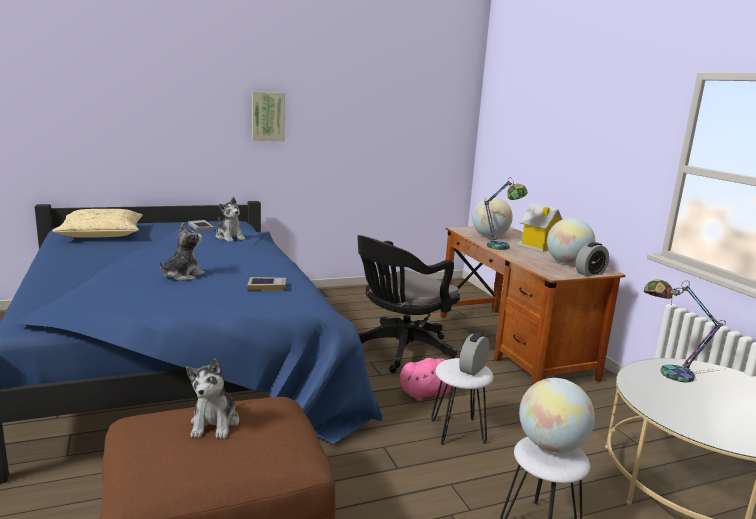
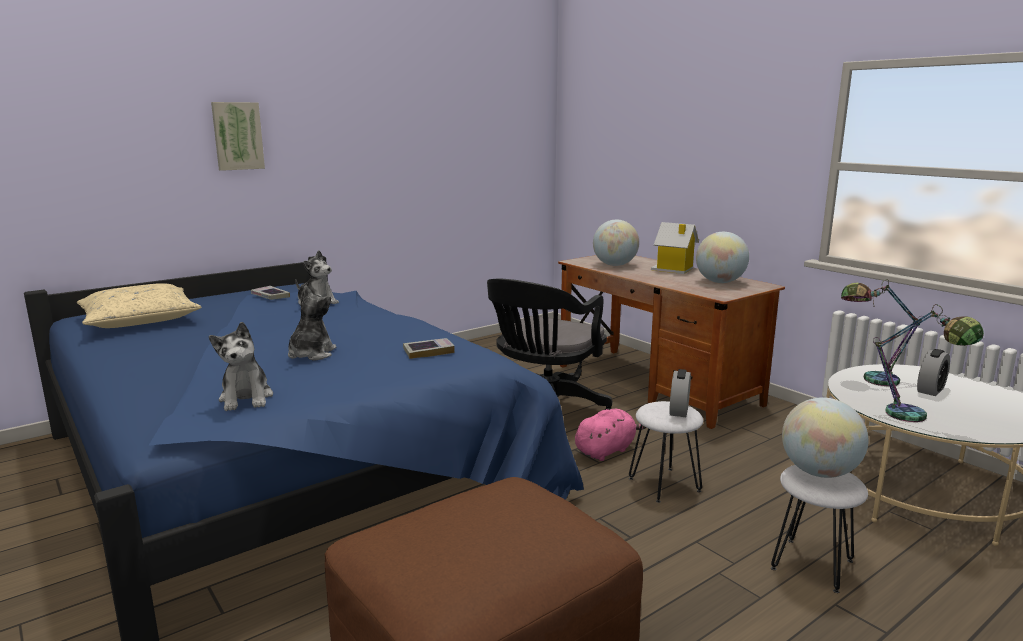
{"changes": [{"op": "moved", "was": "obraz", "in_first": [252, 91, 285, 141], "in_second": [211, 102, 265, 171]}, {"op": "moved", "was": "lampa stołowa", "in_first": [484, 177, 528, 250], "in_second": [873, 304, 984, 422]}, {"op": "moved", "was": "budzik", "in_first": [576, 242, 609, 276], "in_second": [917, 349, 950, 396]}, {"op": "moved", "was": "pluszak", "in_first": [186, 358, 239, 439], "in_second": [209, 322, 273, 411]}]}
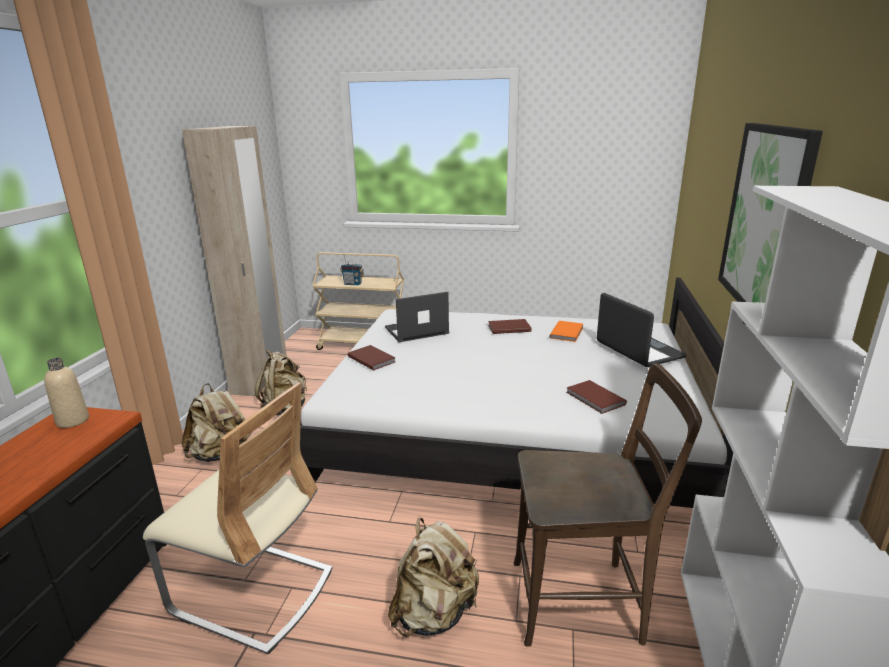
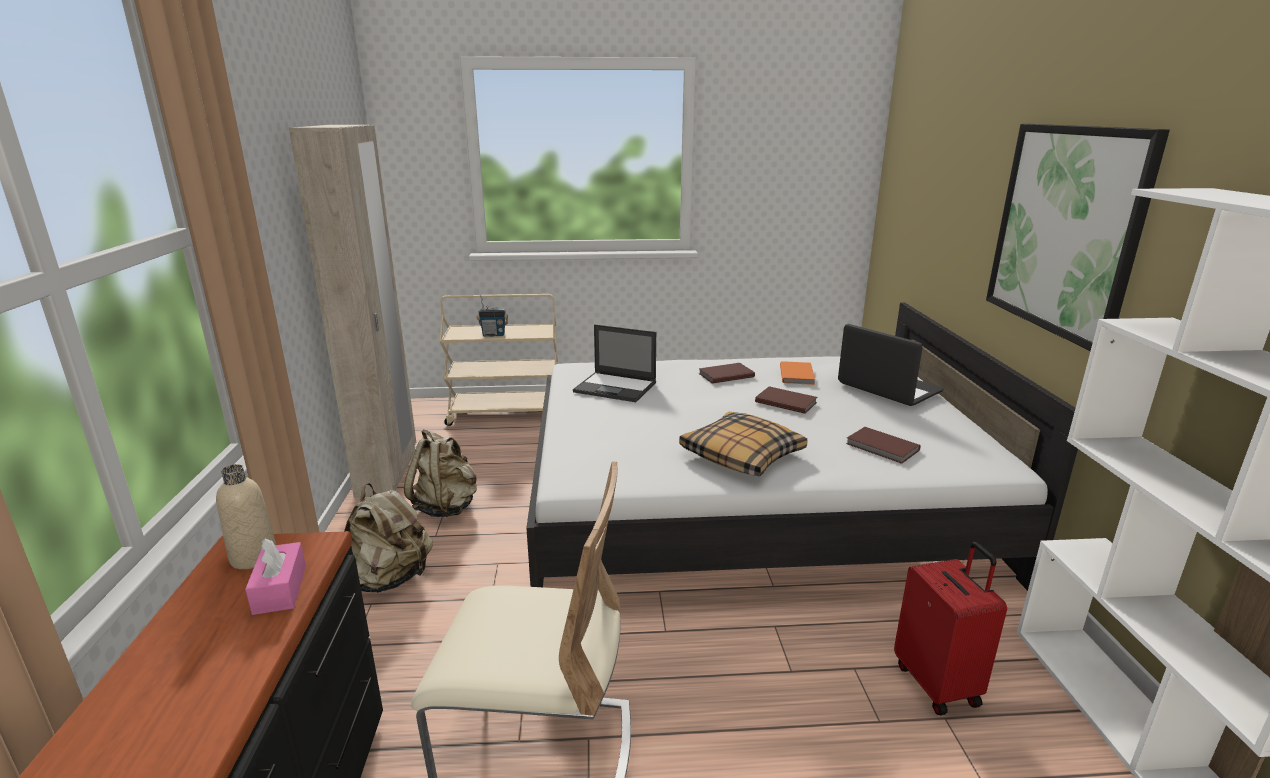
{"changes": [{"op": "turned", "was": "laptop", "in_first": [385, 292, 449, 342], "in_second": [573, 324, 656, 402], "clockwise": -120}, {"op": "moved", "was": "książka [brązowy]", "in_first": [348, 345, 396, 370], "in_second": [755, 386, 817, 414]}, {"op": "replaced", "was": "krzesło [brązowy]", "now": "walizka [czerwony]", "in_first": [514, 363, 702, 647], "in_second": [894, 542, 1007, 715]}, {"op": "removed", "was": "plecak [beżowy]", "in_first": [388, 518, 479, 637]}, {"op": "added", "now": "poduszka", "in_second": [679, 412, 807, 476]}, {"op": "added", "now": "pudełko chusteczek [różowy]", "in_second": [245, 539, 306, 615]}]}
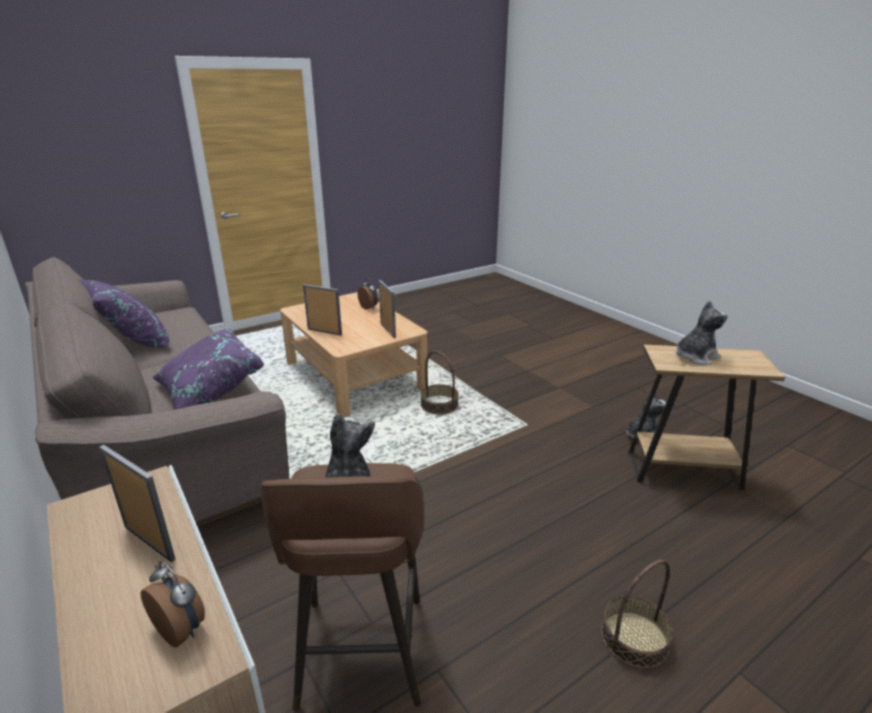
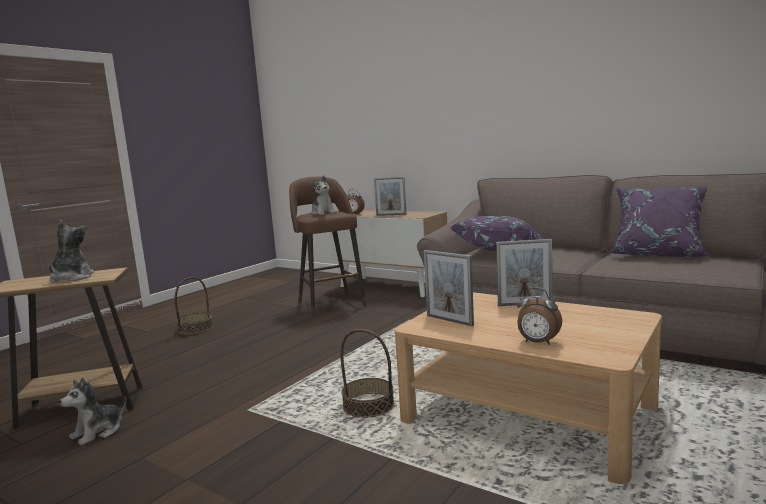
{"changes": [{"op": "turned", "was": "pluszak", "in_first": [676, 300, 728, 365], "in_second": [49, 220, 94, 283], "clockwise": 135}]}
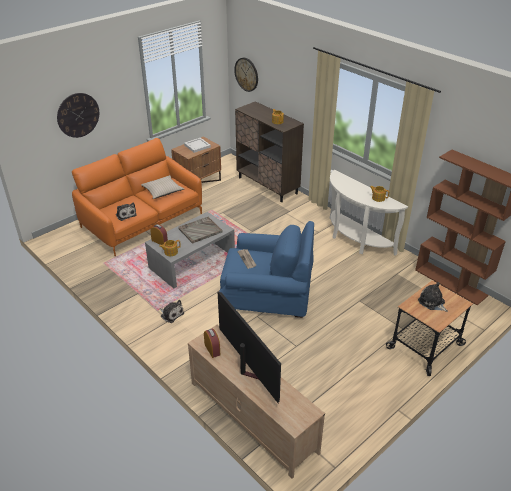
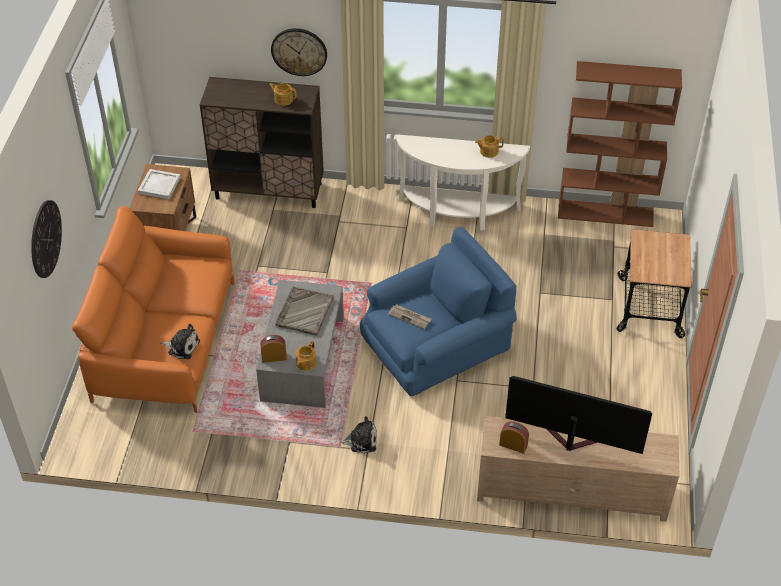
{"changes": [{"op": "moved", "was": "zegar ścienny", "in_first": [234, 58, 258, 92], "in_second": [271, 28, 327, 76]}, {"op": "removed", "was": "poduszka [beżowy]", "in_first": [141, 175, 184, 199]}, {"op": "removed", "was": "pluszak", "in_first": [418, 282, 448, 312]}]}
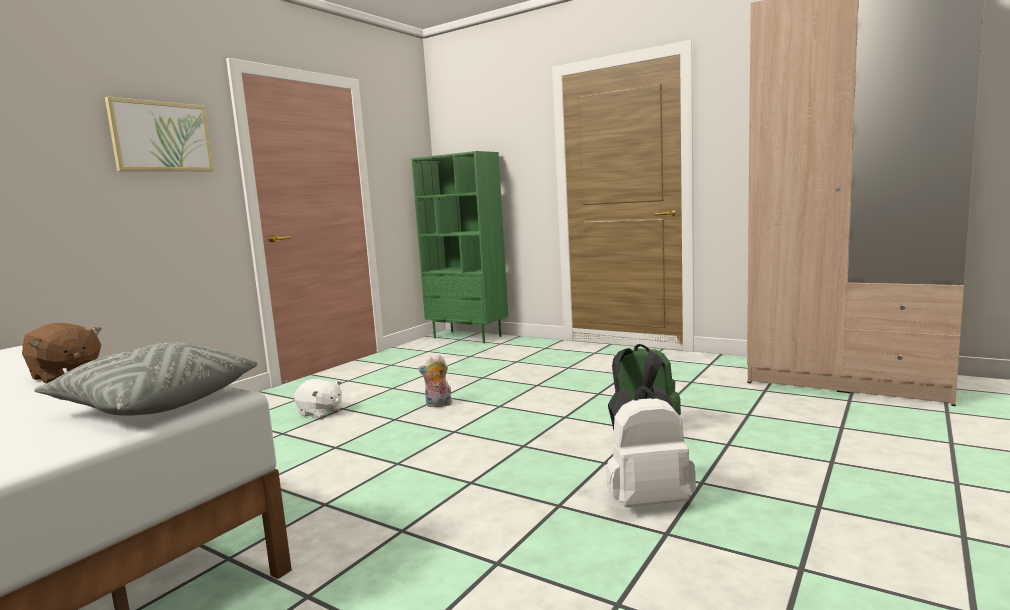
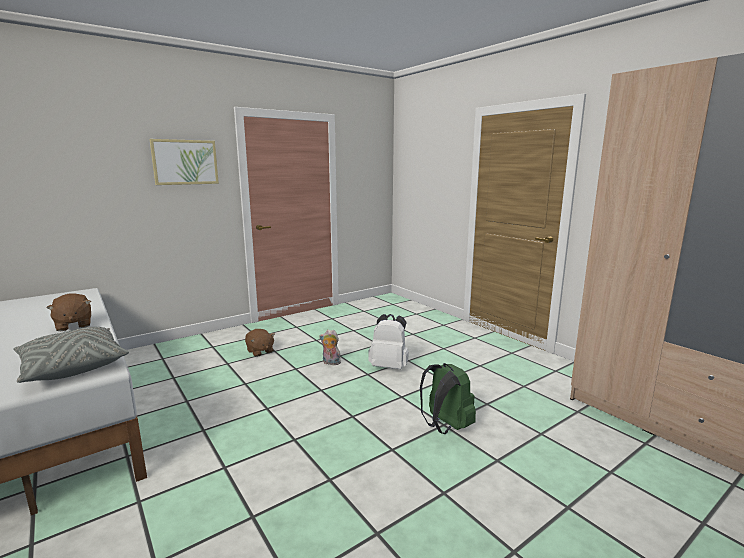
{"changes": [{"op": "removed", "was": "regał [zielony]", "in_first": [411, 151, 508, 343]}, {"op": "recoloured", "was": "pluszak [biały]", "now": "pluszak [brązowy]", "in_first": [294, 379, 342, 419], "in_second": [245, 329, 275, 357]}, {"op": "moved", "was": "plecak [biały]", "in_first": [606, 386, 696, 507], "in_second": [368, 314, 409, 369]}]}
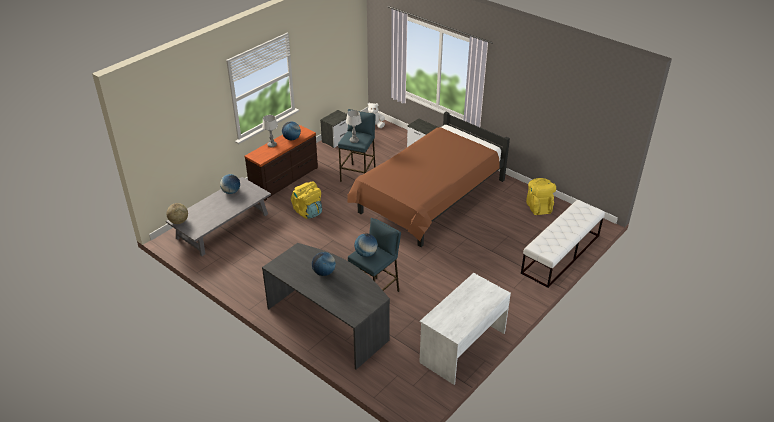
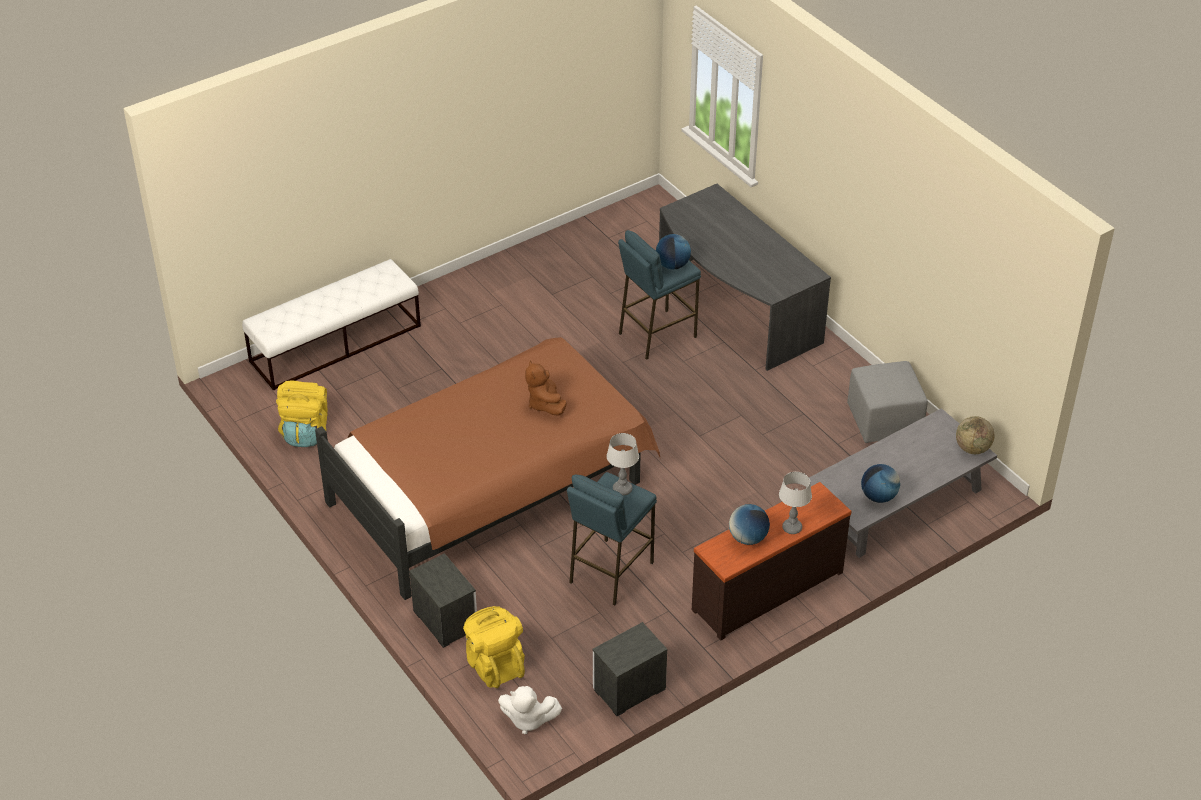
{"changes": [{"op": "moved", "was": "plecak [żółty]", "in_first": [291, 182, 322, 219], "in_second": [463, 606, 525, 688]}, {"op": "removed", "was": "globus", "in_first": [312, 252, 336, 276]}, {"op": "removed", "was": "biurko [biały]", "in_first": [419, 273, 511, 385]}, {"op": "added", "now": "pluszak [brązowy]", "in_second": [525, 360, 567, 416]}, {"op": "added", "now": "pufa [szary]", "in_second": [847, 361, 928, 443]}]}
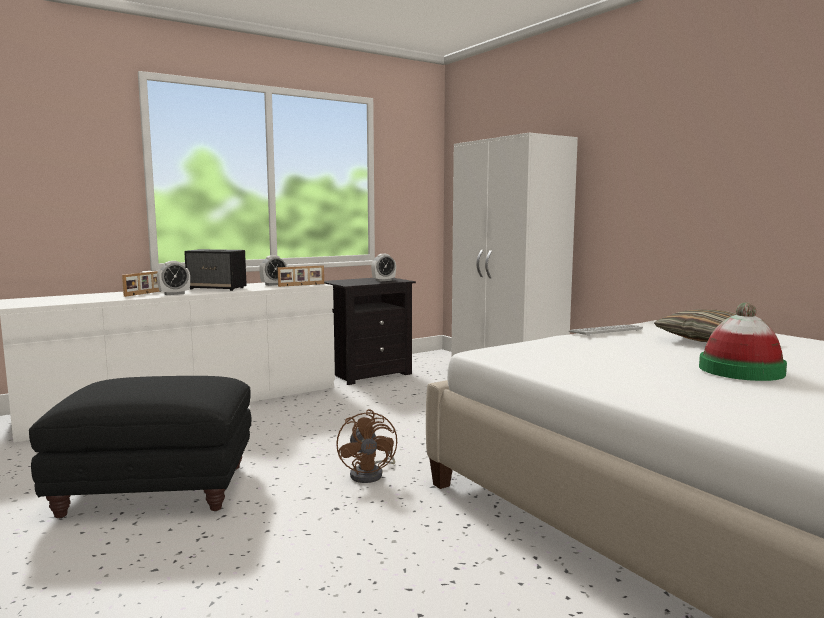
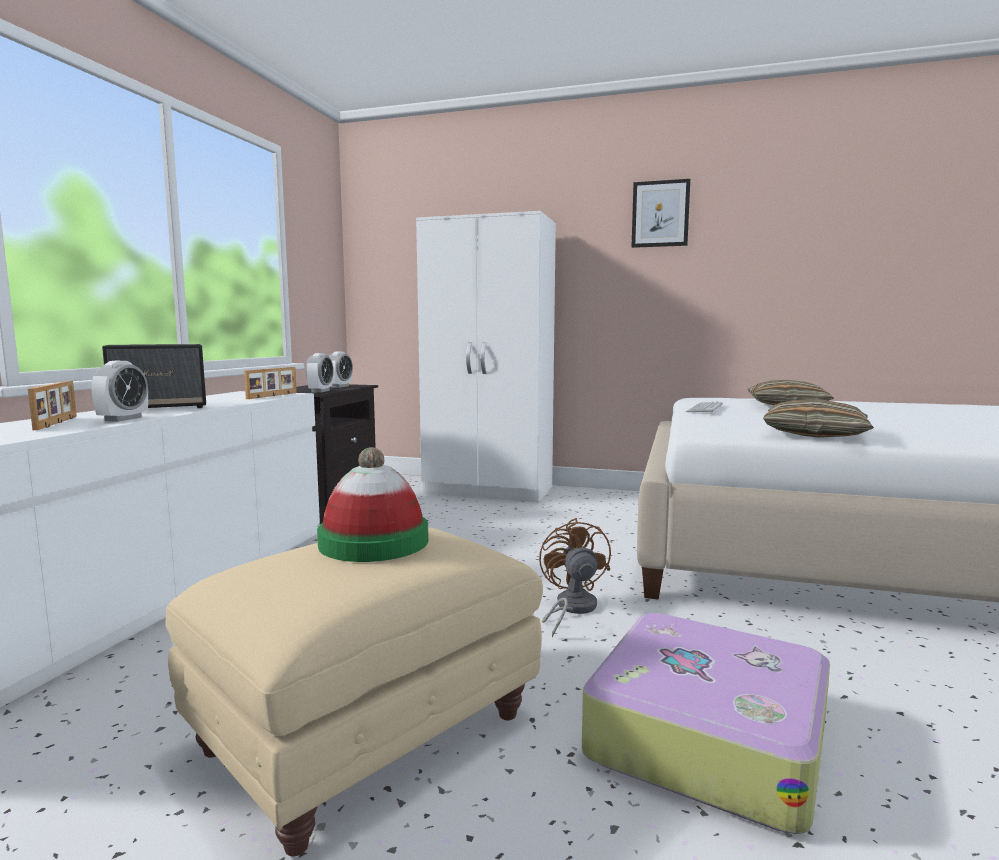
{"changes": [{"op": "moved", "was": "budzik", "in_first": [259, 255, 287, 286], "in_second": [306, 353, 334, 393]}, {"op": "moved", "was": "kapelusz", "in_first": [699, 302, 787, 381], "in_second": [317, 447, 429, 562]}, {"op": "recoloured", "was": "pufa [czarny]", "now": "pufa [beżowy]", "in_first": [29, 376, 252, 518], "in_second": [165, 527, 543, 856]}, {"op": "turned", "was": "wentylator [brązowy]", "in_first": [336, 409, 397, 483], "in_second": [539, 518, 611, 637], "clockwise": -135}, {"op": "added", "now": "obraz", "in_second": [632, 179, 690, 248]}, {"op": "added", "now": "poduszka", "in_second": [763, 399, 874, 438]}, {"op": "added", "now": "walizka", "in_second": [582, 613, 830, 834]}]}
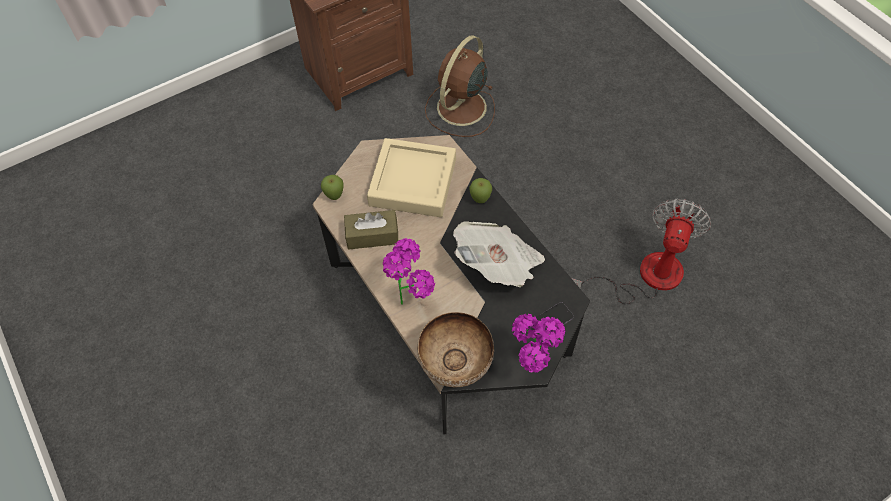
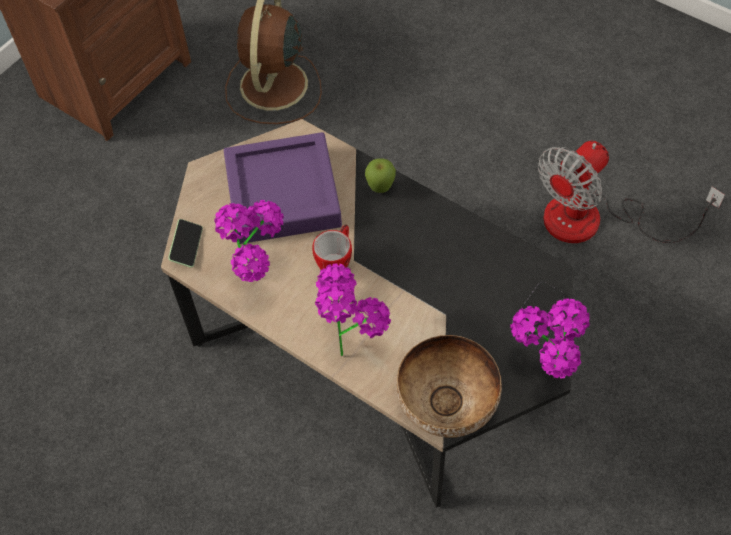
{"changes": [{"op": "recoloured", "was": "taca [beżowy]", "now": "taca [fioletowy]", "in_first": [367, 138, 456, 217], "in_second": [224, 132, 342, 244]}, {"op": "replaced", "was": "jabłko", "now": "telefon", "in_first": [321, 175, 344, 200], "in_second": [168, 219, 203, 268]}, {"op": "turned", "was": "wentylator", "in_first": [571, 199, 711, 304], "in_second": [538, 141, 725, 243], "clockwise": -135}, {"op": "replaced", "was": "pudełko chusteczek [brązowy]", "now": "roślina doniczkowa", "in_first": [344, 210, 399, 250], "in_second": [214, 200, 284, 282]}, {"op": "removed", "was": "gazeta", "in_first": [453, 221, 545, 287]}, {"op": "added", "now": "kubek", "in_second": [312, 225, 352, 270]}]}
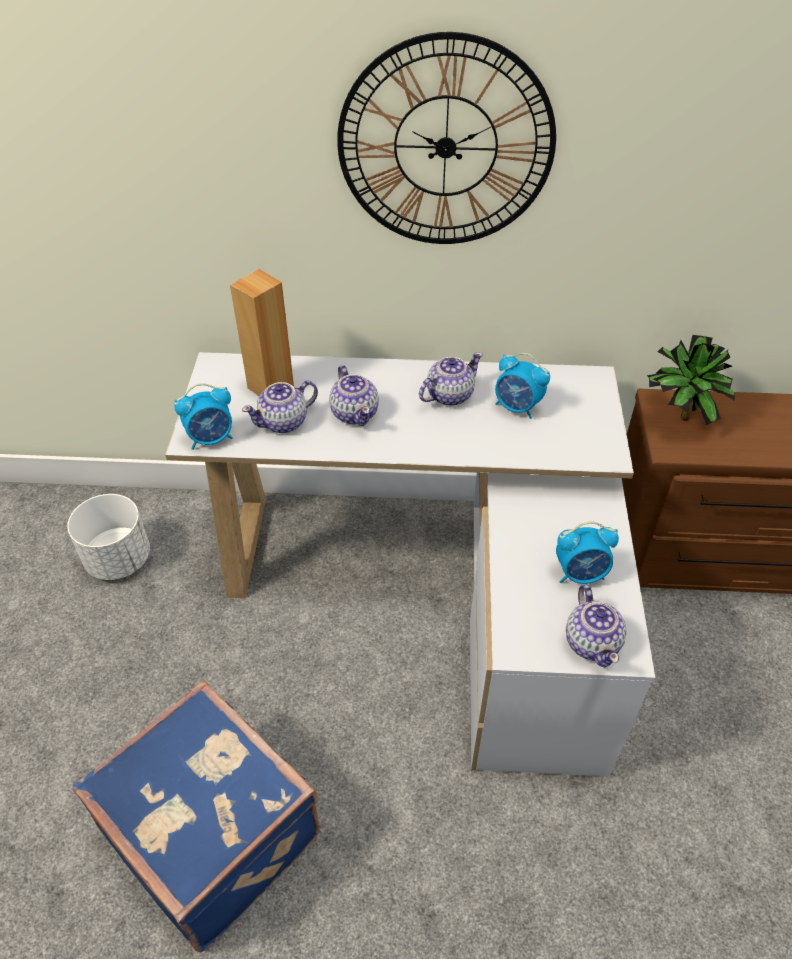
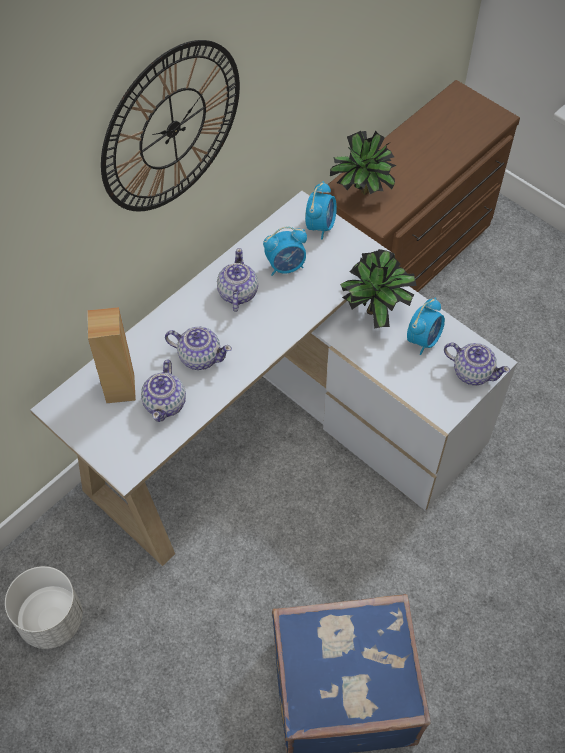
{"changes": [{"op": "moved", "was": "budzik", "in_first": [174, 383, 233, 450], "in_second": [305, 181, 337, 240]}, {"op": "added", "now": "roślina doniczkowa", "in_second": [340, 249, 417, 329]}]}
